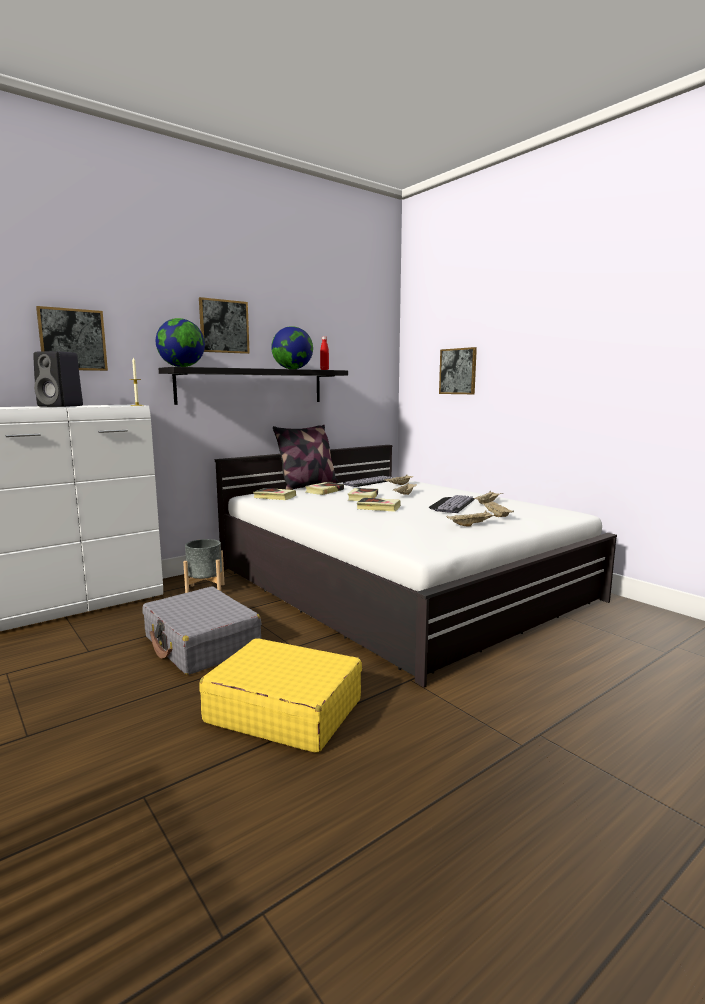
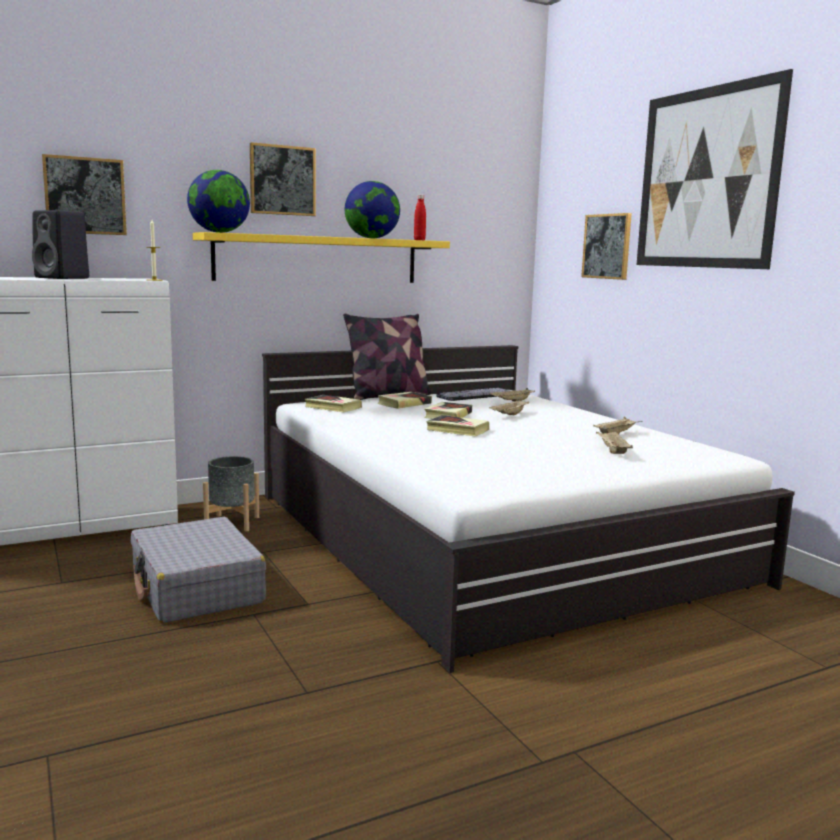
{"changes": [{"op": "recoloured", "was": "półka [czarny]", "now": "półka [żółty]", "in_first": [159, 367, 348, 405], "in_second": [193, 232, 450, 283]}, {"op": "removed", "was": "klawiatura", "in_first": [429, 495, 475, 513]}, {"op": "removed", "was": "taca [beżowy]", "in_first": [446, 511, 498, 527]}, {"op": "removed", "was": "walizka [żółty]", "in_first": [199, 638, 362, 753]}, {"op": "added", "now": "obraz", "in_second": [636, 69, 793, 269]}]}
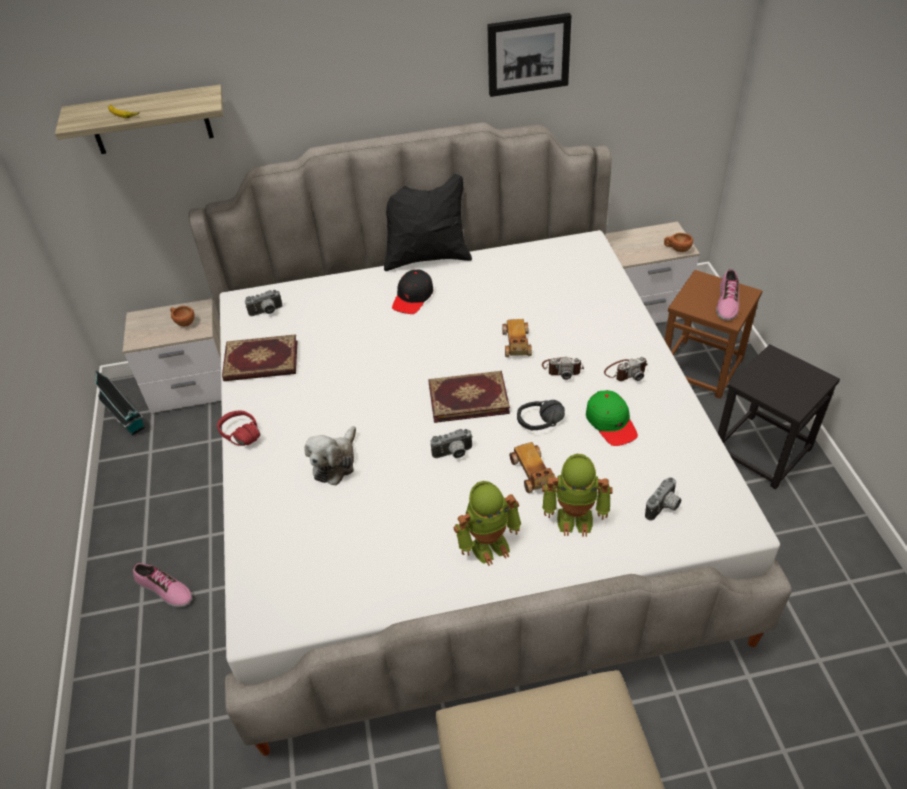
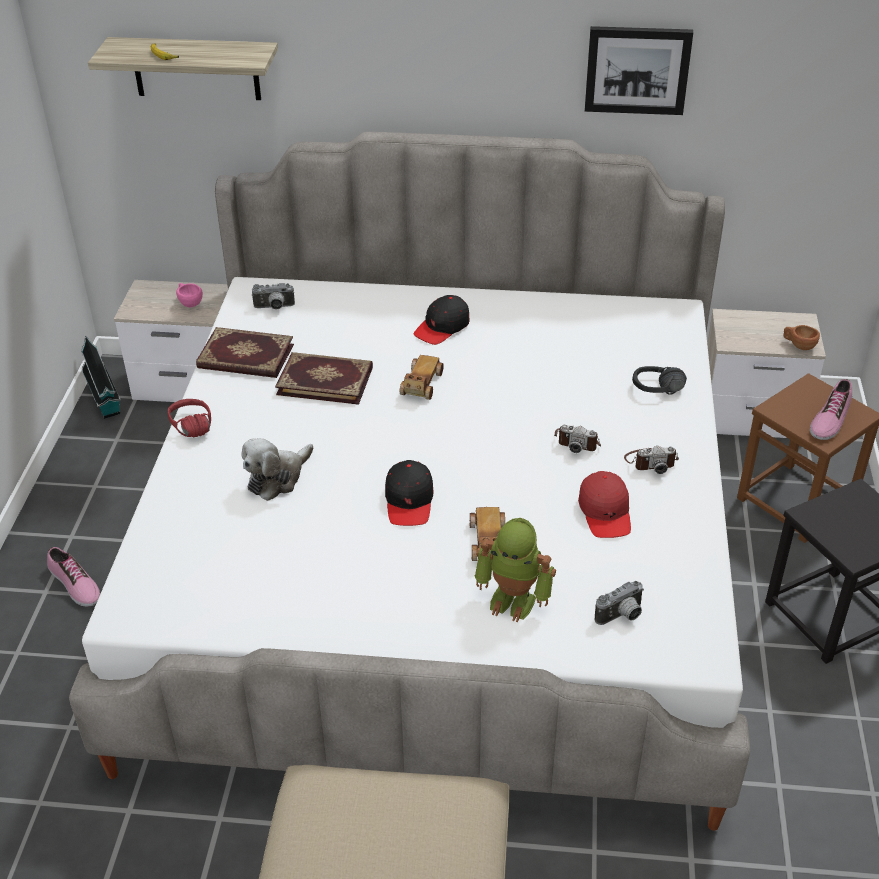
{"changes": [{"op": "removed", "was": "poduszka [czarny]", "in_first": [384, 174, 472, 271]}, {"op": "recoloured", "was": "filiżanka [brązowy]", "now": "filiżanka [różowy]", "in_first": [170, 306, 194, 327], "in_second": [176, 283, 203, 307]}, {"op": "moved", "was": "samochodzik", "in_first": [502, 319, 532, 357], "in_second": [400, 355, 444, 400]}, {"op": "moved", "was": "książka", "in_first": [428, 371, 510, 423], "in_second": [275, 352, 373, 405]}, {"op": "recoloured", "was": "czapka z daszkiem [zielony]", "now": "czapka z daszkiem [czerwony]", "in_first": [586, 390, 638, 446], "in_second": [578, 471, 631, 538]}, {"op": "moved", "was": "słuchawki [czarny]", "in_first": [517, 400, 565, 430], "in_second": [632, 366, 687, 395]}, {"op": "replaced", "was": "aparat fotograficzny", "now": "czapka z daszkiem [czarny]", "in_first": [431, 429, 473, 458], "in_second": [385, 460, 434, 526]}, {"op": "removed", "was": "robot zabawkowy", "in_first": [453, 481, 521, 566]}]}
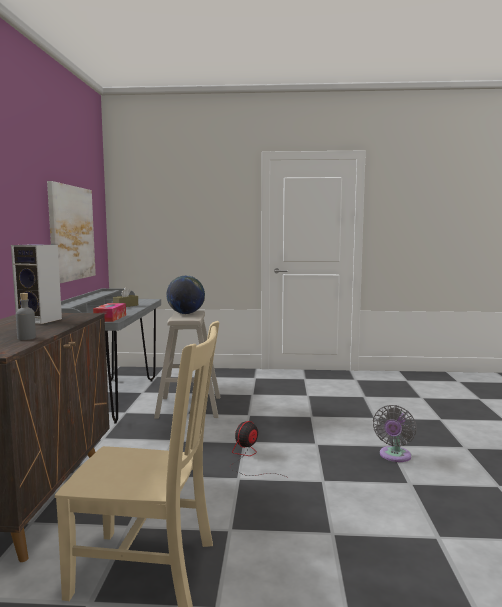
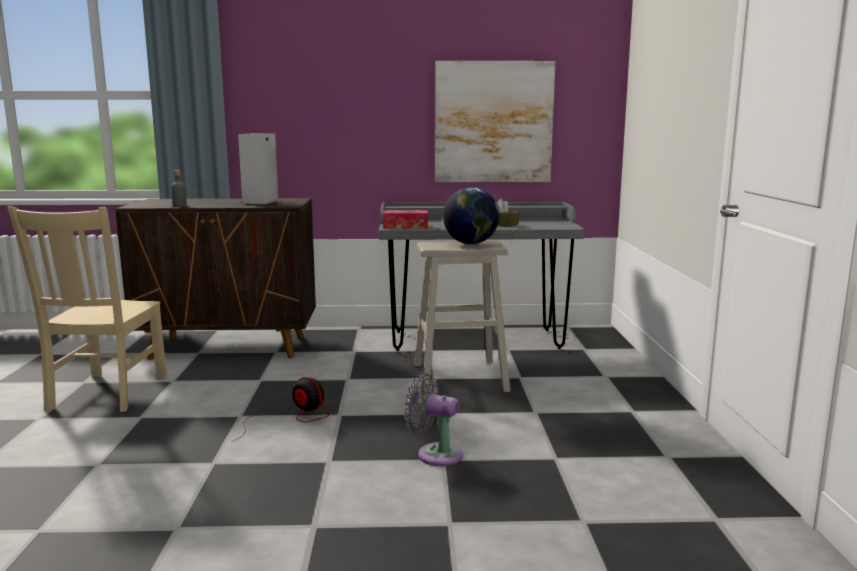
{"changes": [{"op": "moved", "was": "wentylator [szary]", "in_first": [373, 405, 417, 462], "in_second": [404, 373, 463, 466]}]}
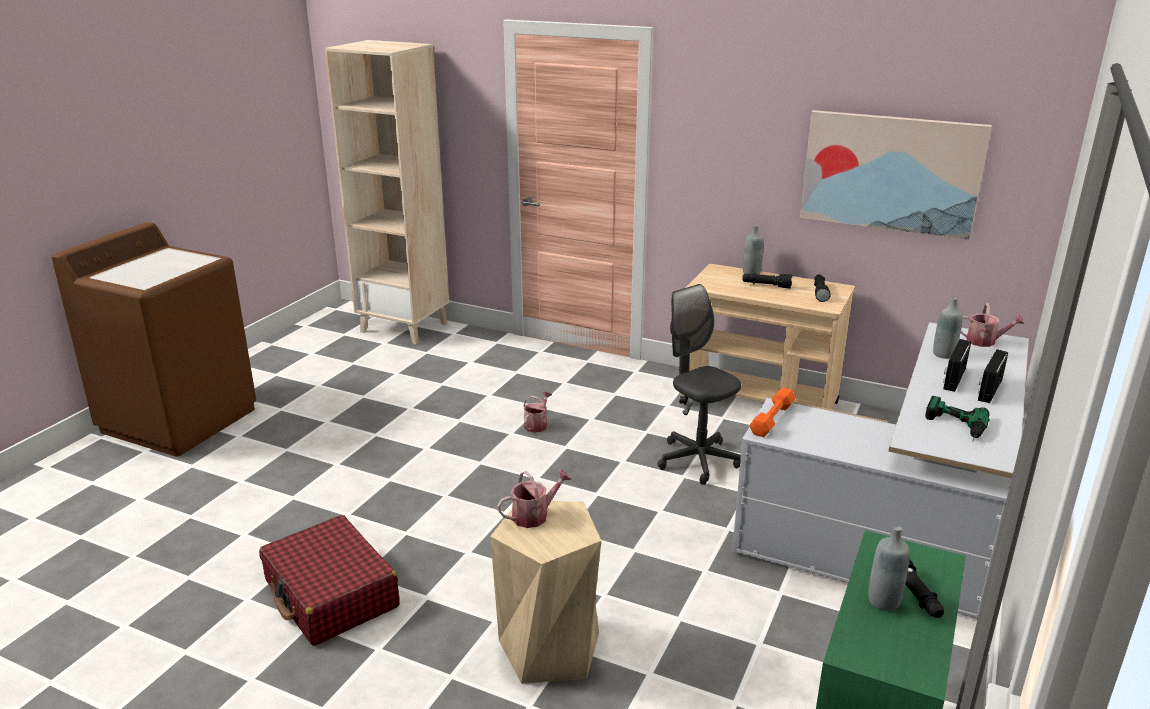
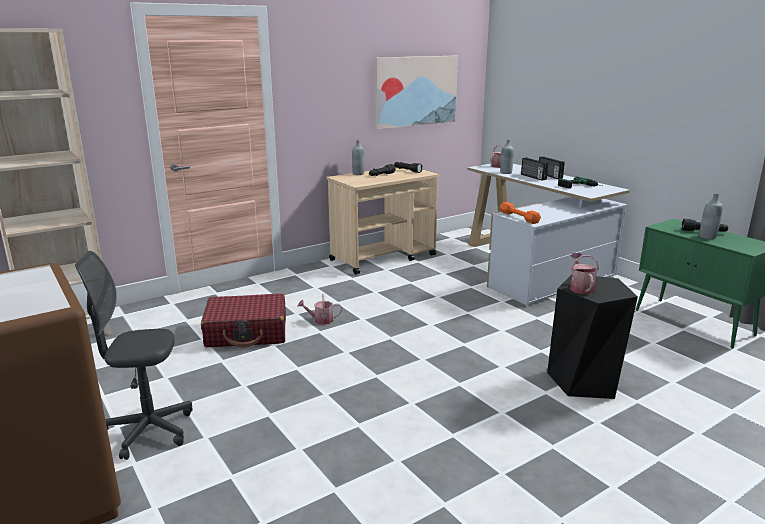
{"changes": [{"op": "moved", "was": "krzesło biurowe [szary]", "in_first": [657, 284, 741, 485], "in_second": [75, 251, 193, 460]}, {"op": "turned", "was": "konewka", "in_first": [523, 391, 552, 433], "in_second": [297, 294, 342, 325], "clockwise": -60}, {"op": "recoloured", "was": "stołek [beżowy]", "now": "stołek [czarny]", "in_first": [490, 501, 601, 684], "in_second": [547, 274, 638, 399]}, {"op": "moved", "was": "walizka [czerwony]", "in_first": [259, 515, 400, 646], "in_second": [201, 293, 286, 348]}]}
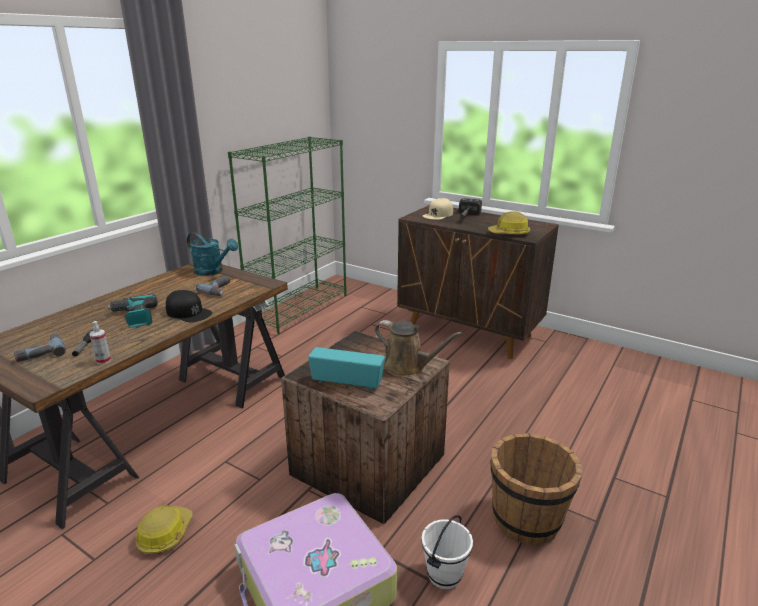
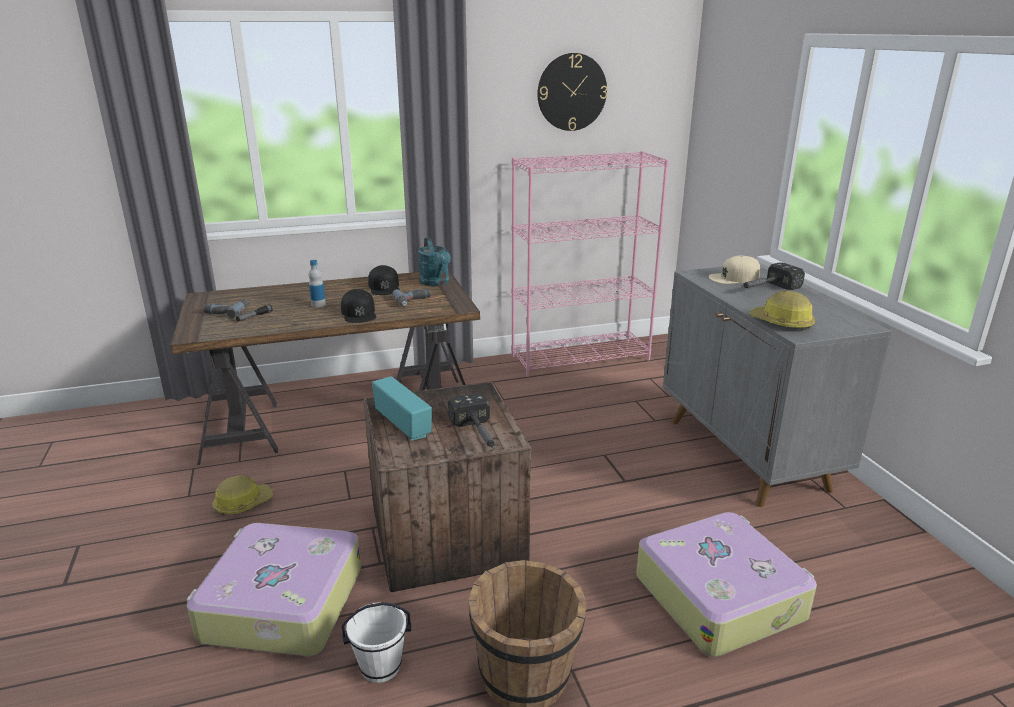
{"changes": [{"op": "recoloured", "was": "regał [zielony]", "now": "regał [różowy]", "in_first": [228, 137, 347, 334], "in_second": [511, 151, 669, 377]}, {"op": "recoloured", "was": "szafka [brązowy]", "now": "szafka [szary]", "in_first": [397, 205, 559, 359], "in_second": [663, 267, 892, 507]}, {"op": "replaced", "was": "wiertarka", "now": "butelka", "in_first": [105, 294, 158, 327], "in_second": [309, 260, 326, 307]}, {"op": "replaced", "was": "konewka [brązowy]", "now": "młotek", "in_first": [375, 320, 463, 377], "in_second": [448, 393, 495, 448]}, {"op": "removed", "was": "spryskiwacz", "in_first": [90, 321, 111, 364]}, {"op": "added", "now": "zegar ścienny", "in_second": [537, 53, 607, 131]}, {"op": "added", "now": "czapka z daszkiem [czarny]", "in_second": [368, 265, 400, 295]}, {"op": "added", "now": "walizka", "in_second": [636, 512, 817, 657]}]}
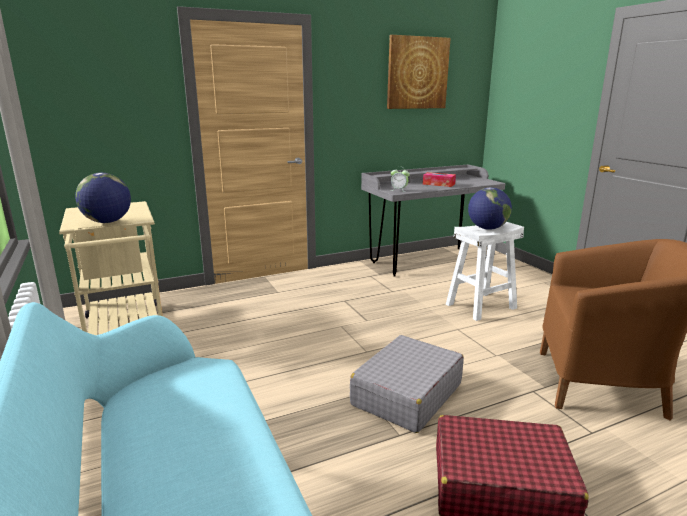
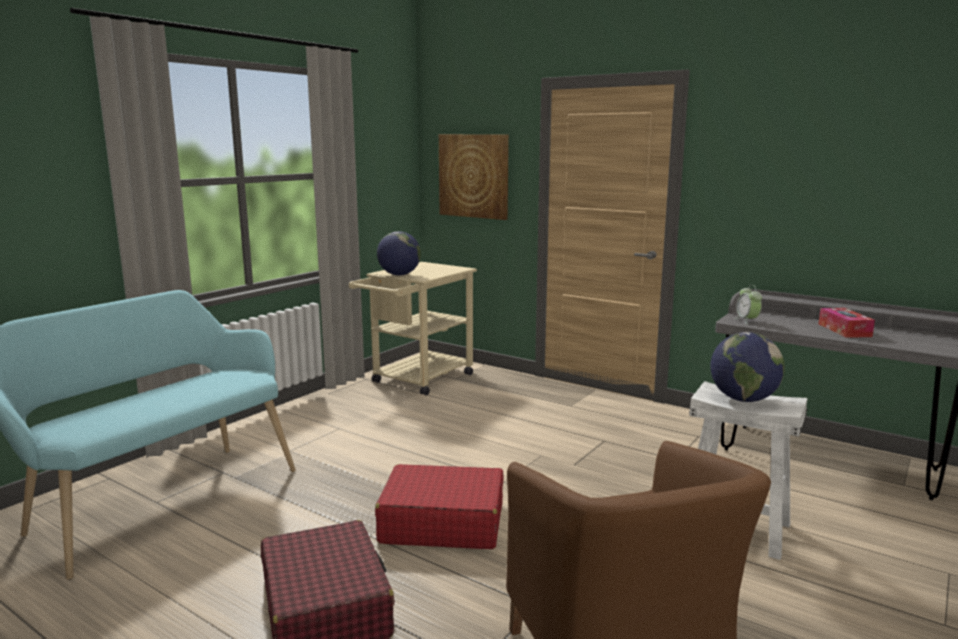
{"changes": [{"op": "moved", "was": "obraz", "in_first": [387, 35, 451, 109], "in_second": [439, 134, 509, 220]}, {"op": "recoloured", "was": "walizka [szary]", "now": "walizka [czerwony]", "in_first": [350, 335, 464, 433], "in_second": [375, 464, 504, 549]}]}
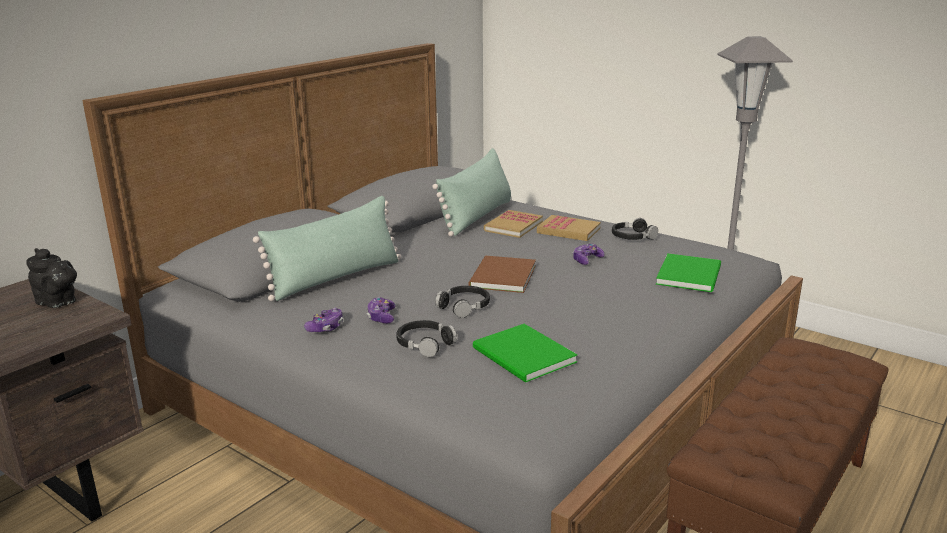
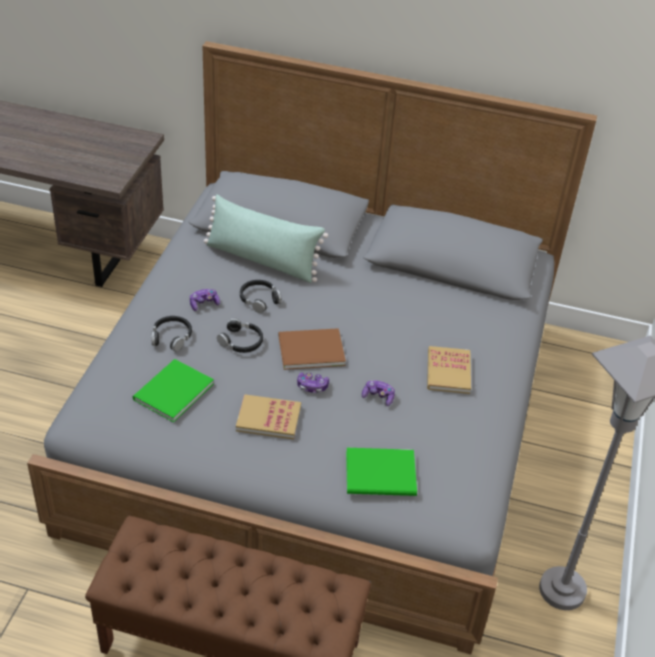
{"changes": [{"op": "removed", "was": "poduszka [zielony]", "in_first": [432, 148, 511, 237]}, {"op": "moved", "was": "książka", "in_first": [484, 210, 543, 238], "in_second": [236, 394, 301, 439]}, {"op": "moved", "was": "słuchawki [czarny]", "in_first": [612, 218, 658, 240], "in_second": [240, 280, 282, 313]}, {"op": "removed", "was": "imbryk [czarny]", "in_first": [26, 248, 77, 308]}, {"op": "moved", "was": "pad do gier", "in_first": [304, 308, 343, 332], "in_second": [297, 373, 329, 393]}]}
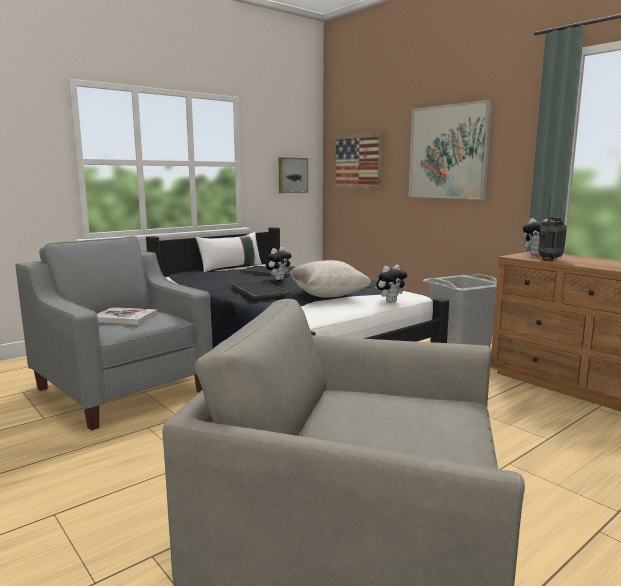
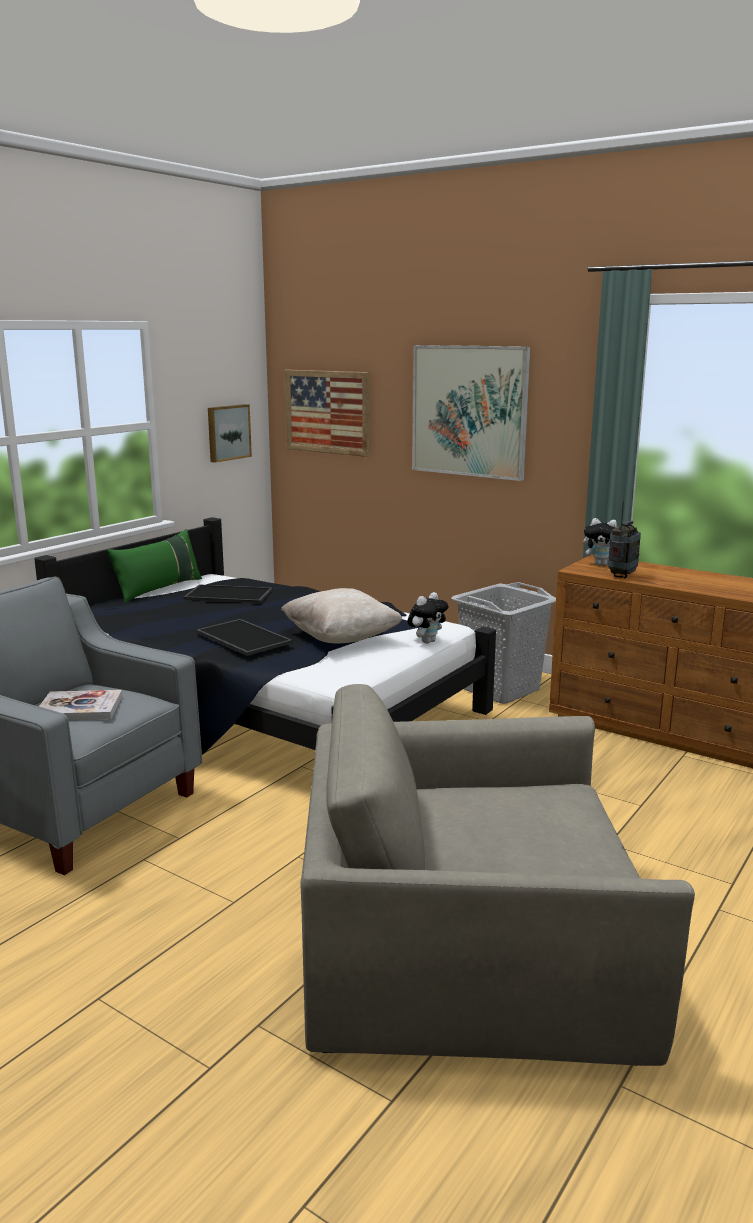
{"changes": [{"op": "recoloured", "was": "poduszka [biały]", "now": "poduszka [zielony]", "in_first": [195, 232, 262, 272], "in_second": [107, 529, 202, 603]}, {"op": "removed", "was": "pluszak", "in_first": [266, 247, 292, 280]}]}
